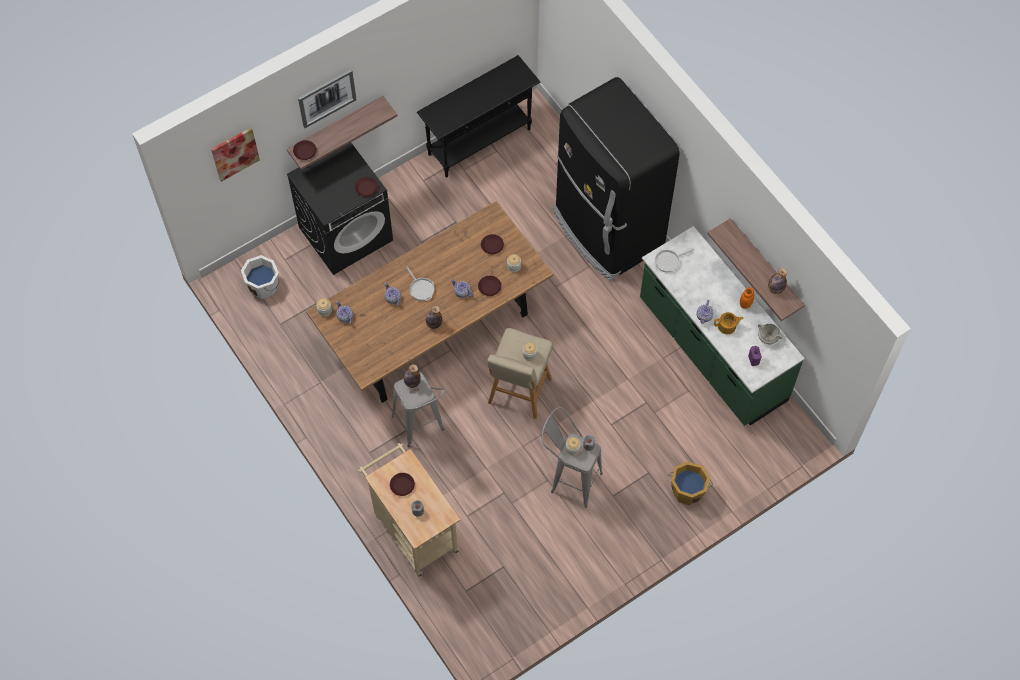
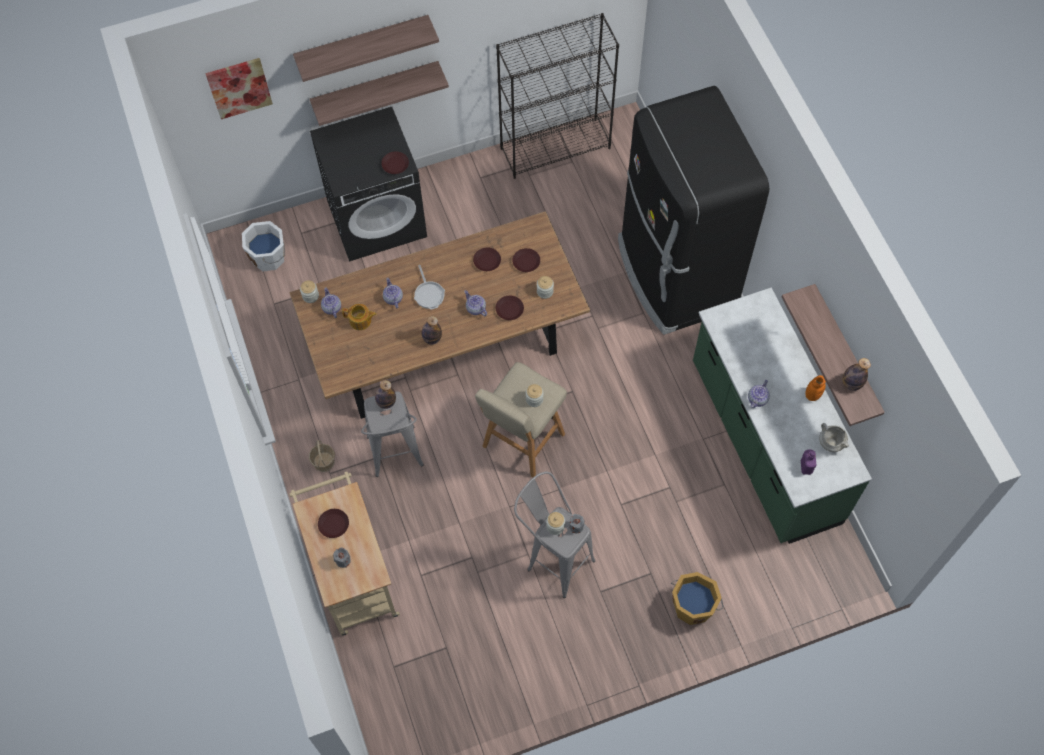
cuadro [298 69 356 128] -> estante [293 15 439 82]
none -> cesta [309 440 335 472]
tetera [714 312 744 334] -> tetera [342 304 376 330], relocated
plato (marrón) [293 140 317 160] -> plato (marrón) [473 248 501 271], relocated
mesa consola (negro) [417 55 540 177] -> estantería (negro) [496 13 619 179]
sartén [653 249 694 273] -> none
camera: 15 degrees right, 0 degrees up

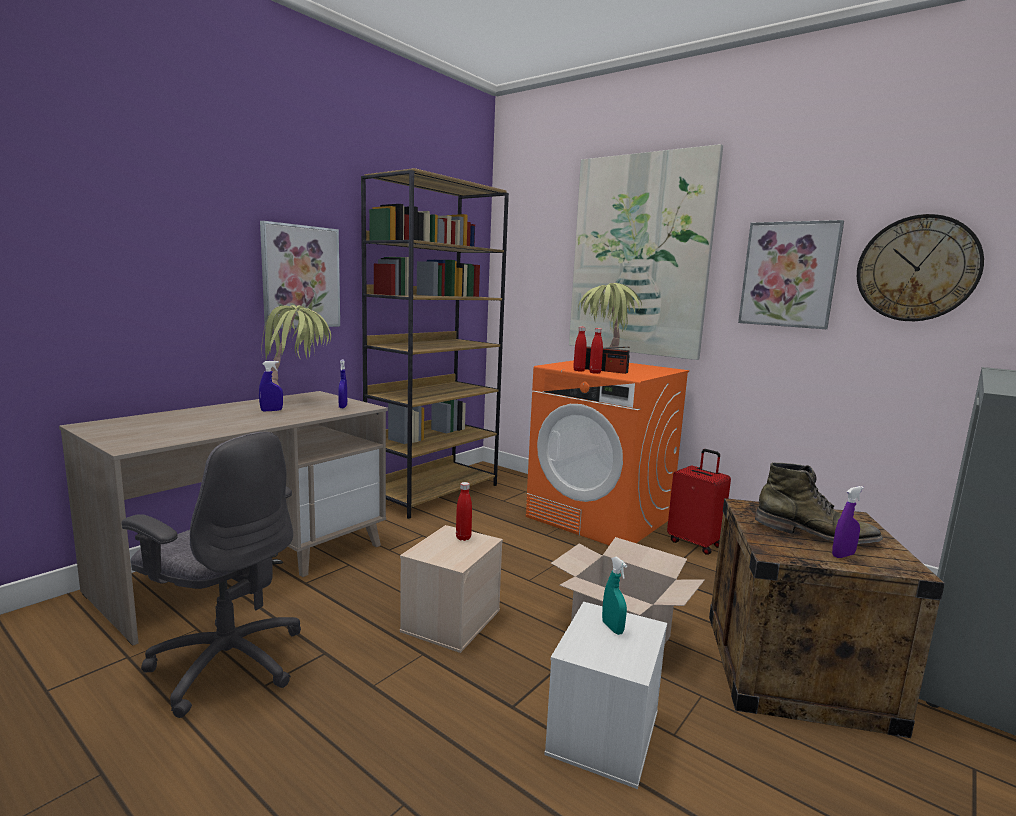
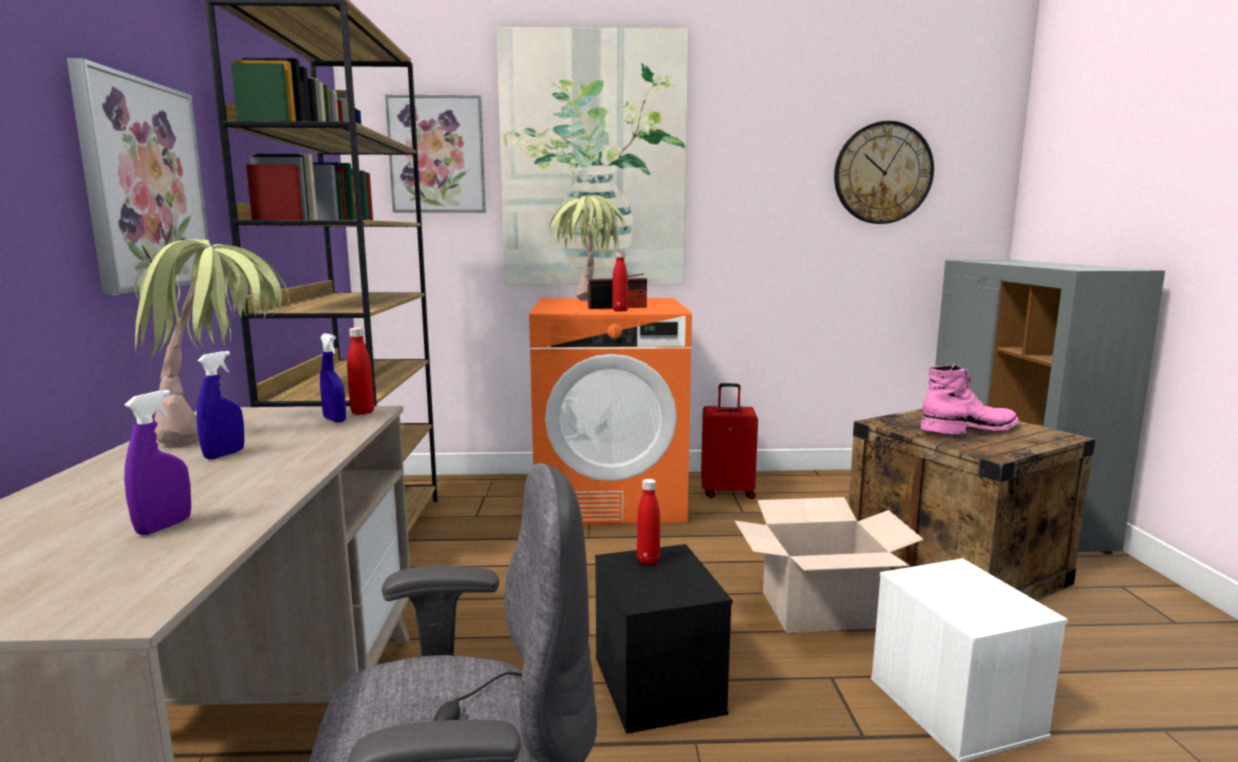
pulverizador (morado) [832 486 864 558] -> pulverizador (morado) [124 390 191 535], relocated
botella (rojo) [573 327 587 371] -> botella (rojo) [347 327 374 415], relocated
cuadro [738 220 844 329] -> cuadro [385 94 486 213], relocated
caja de almacenaje (beis) [400 525 503 653] -> caja de almacenaje (negro) [595 544 733 734]
bota (verde) [755 462 883 544] -> bota (rosa) [920 364 1019 434]
pulverizador (turquesa) [602 556 627 635] -> none
camera: 40 degrees left, 0 degrees up

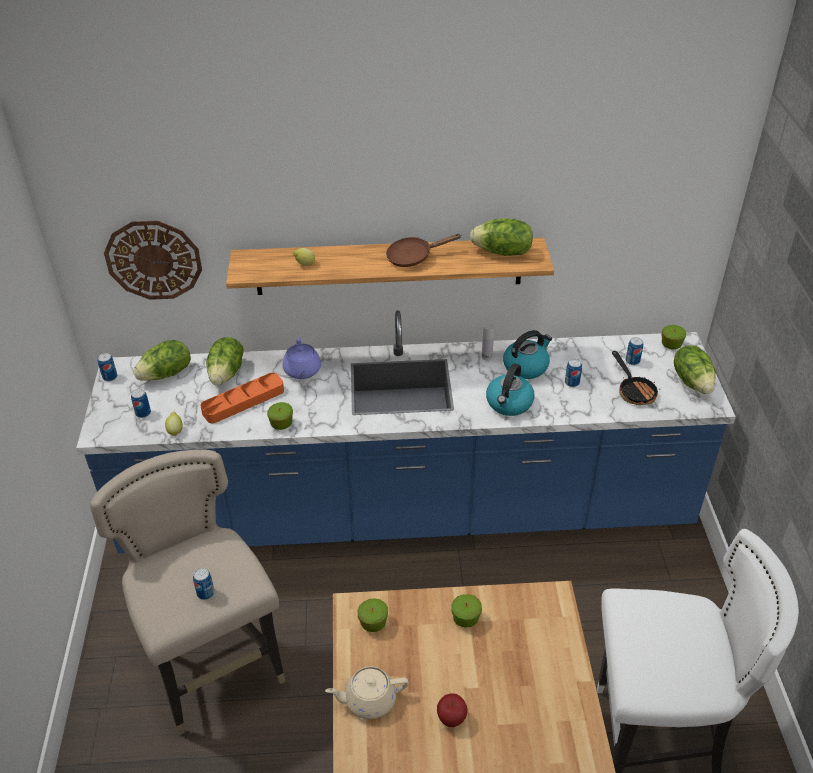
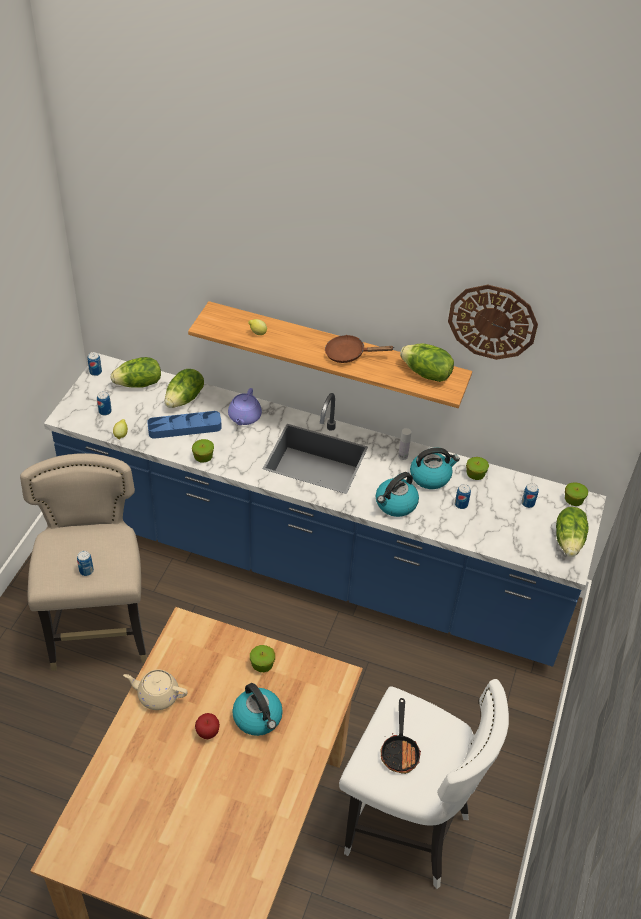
bandeja (naranja) [200 373 284 423] -> bandeja (azul) [147 411 222 439]
none -> hervidor [232 683 283 736]
sartén [612 351 658 405] -> sartén [381 698 421 774], relocated
reloj de pared [104 220 202 300] -> reloj de pared [448 285 538 360], relocated
manzana [357 598 388 632] -> manzana [466 457 489 480], relocated
camera: 20 degrees right, 5 degrees up

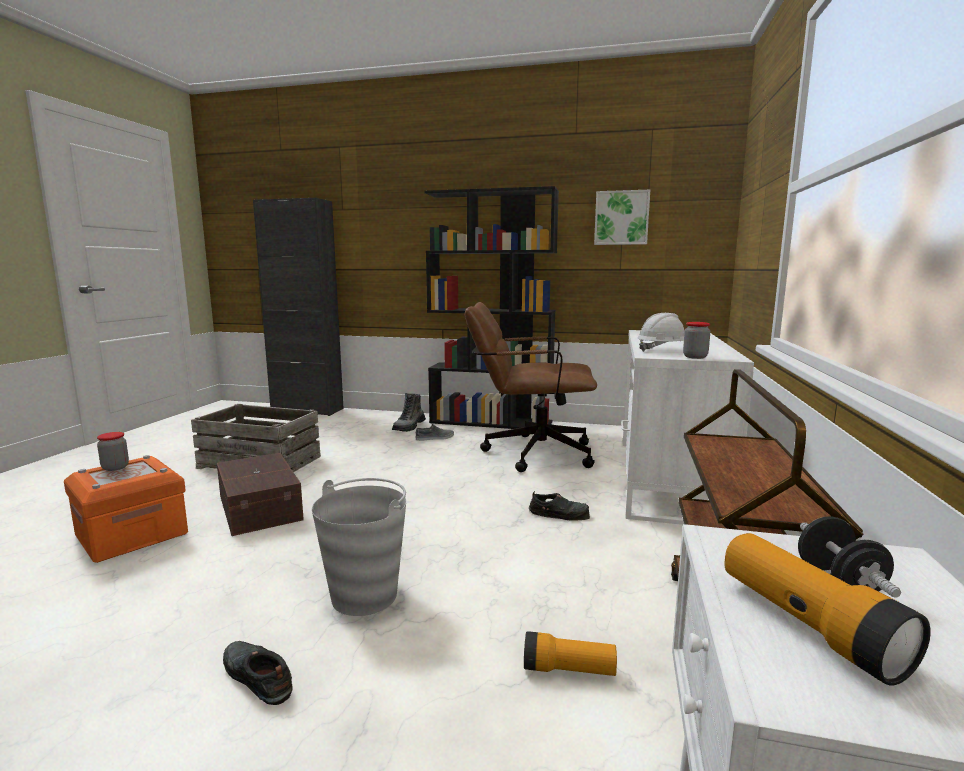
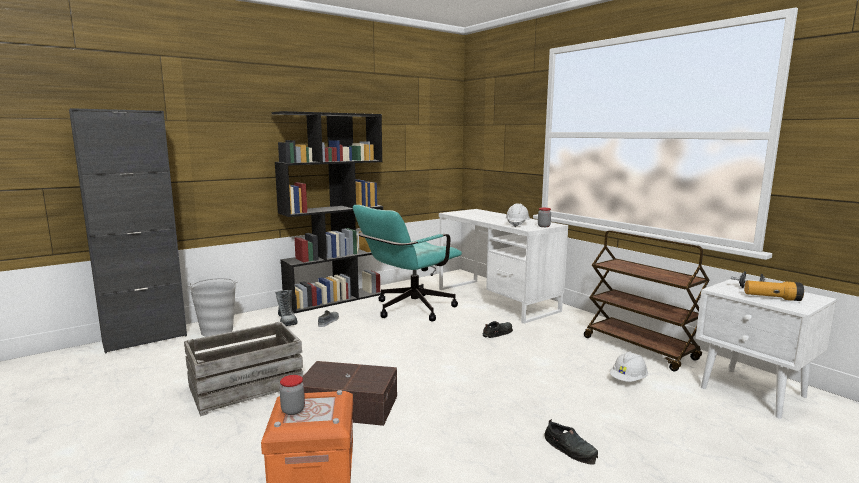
cubo (gris) [312 478 406 616] -> cubo (gris) [188 278 237 337], relocated
silla de oficina (marrón) [465 302 597 472] -> silla de oficina (turquesa) [353 205 462 322]
zapato (negro) [223 641 293 705] -> zapato (negro) [544 419 598 465], 120 degrees counterclockwise
linterna [524 631 617 676] -> casco (blanco) [609 352 648 382]
cuadro [594 190 650 245] -> none
camera: 50 degrees left, 0 degrees up

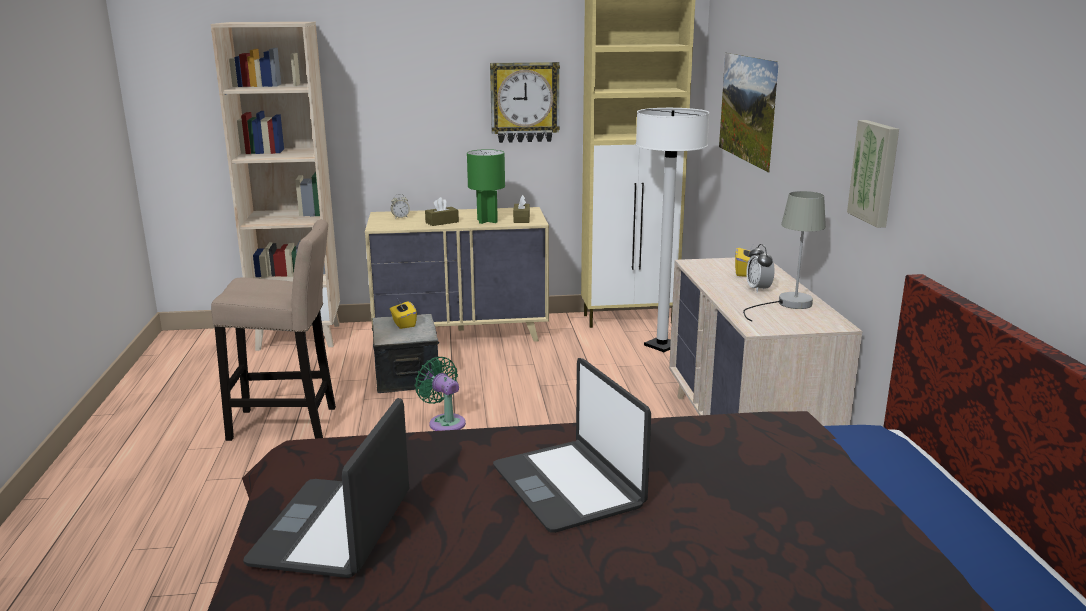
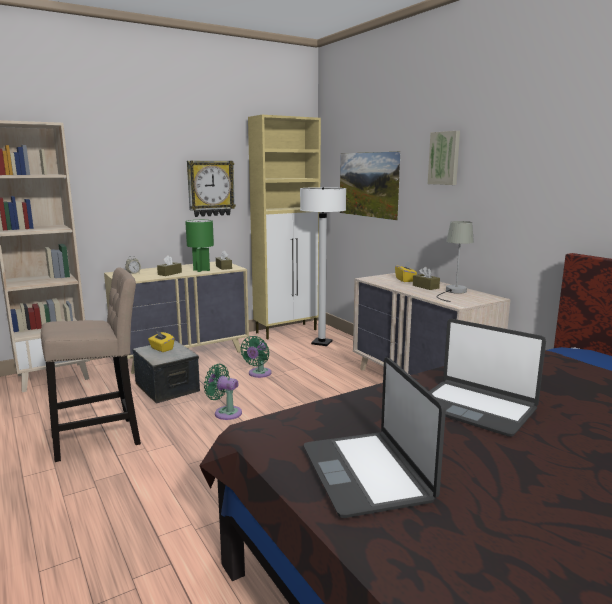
none -> ventilador (verde) [240 336 272 378]
despertador [746 244 775 293] -> caja de pañuelos (marrón) [413 267 440 290]
cuadro [847 120 899 228] -> cuadro [428 131 460 185], relocated
camera: 25 degrees left, 5 degrees down

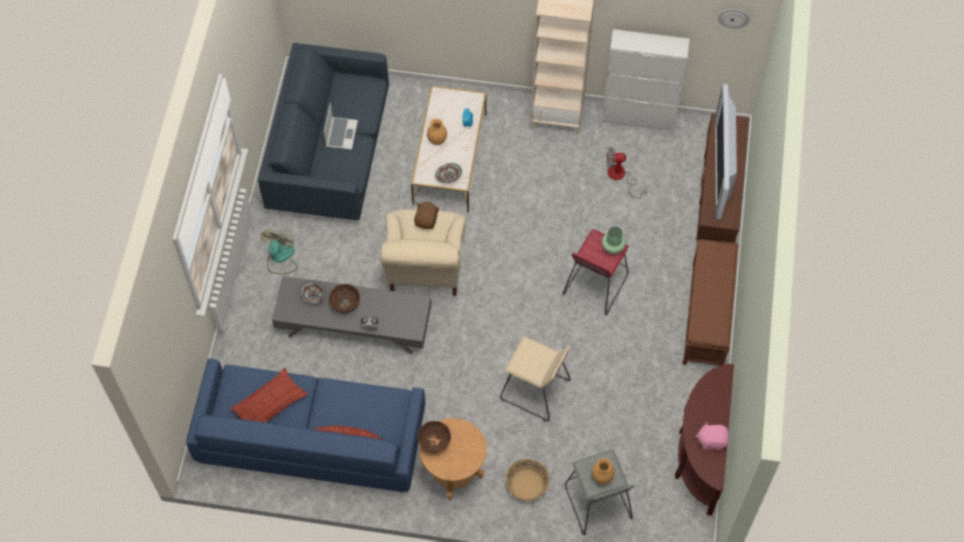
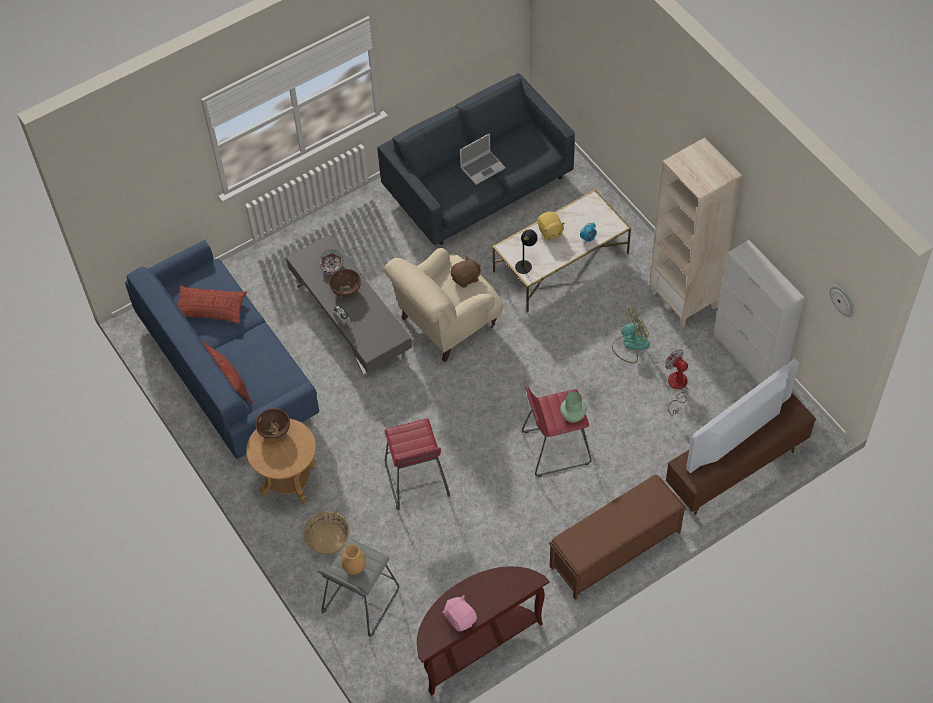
taburete (beis) [500 337 571 421] -> taburete (rojo) [385 418 450 510]
cuenco [435 163 462 183] -> lámpara de mesa (negro) [515 229 538 274]
florero (marrón) [427 119 447 145] -> peluche (amarillo) [537 212 565 240]
ventilador [261 230 298 274] -> ventilador [612 308 650 363], relocated
camera: 50 degrees right, 5 degrees down

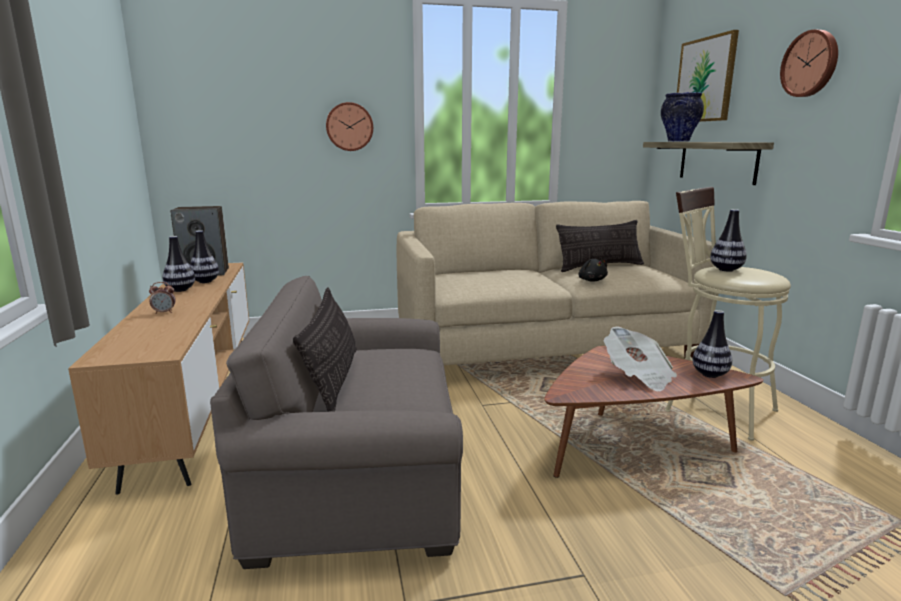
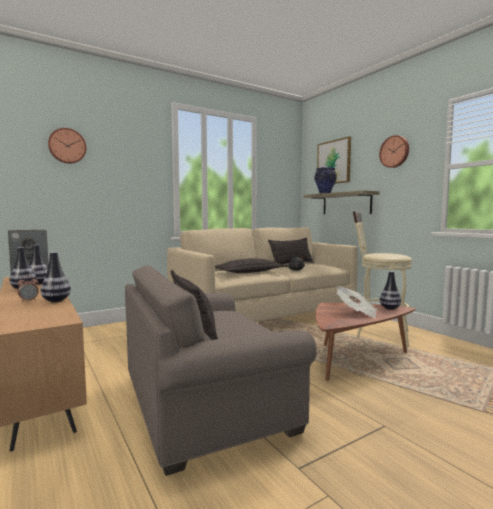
florero [710 209 747 272] -> florero [41 252 71 302], relocated
reloj de pared [326 102 373 151] -> reloj de pared [48 128 86 164], relocated
none -> cojín [215 258 286 273]
camera: 20 degrees left, 10 degrees down

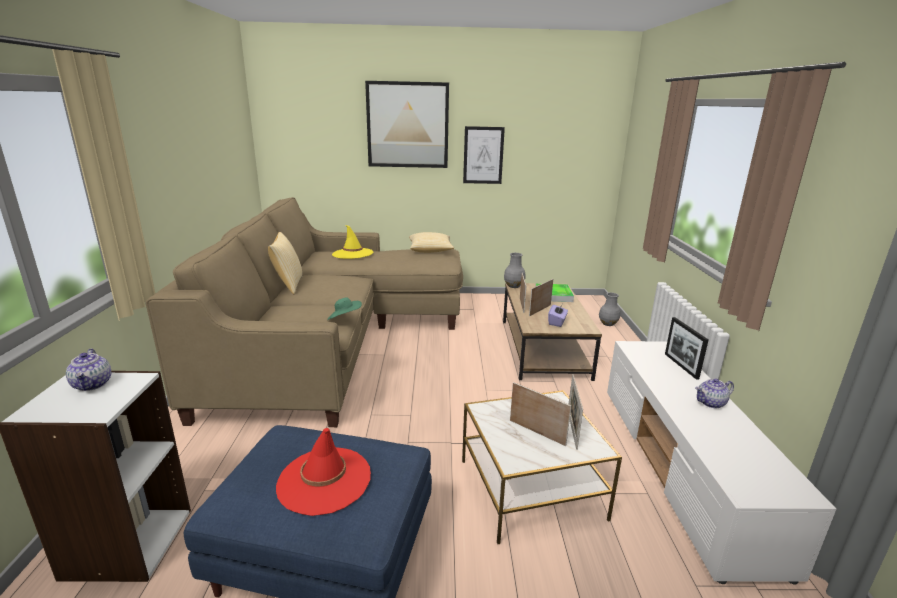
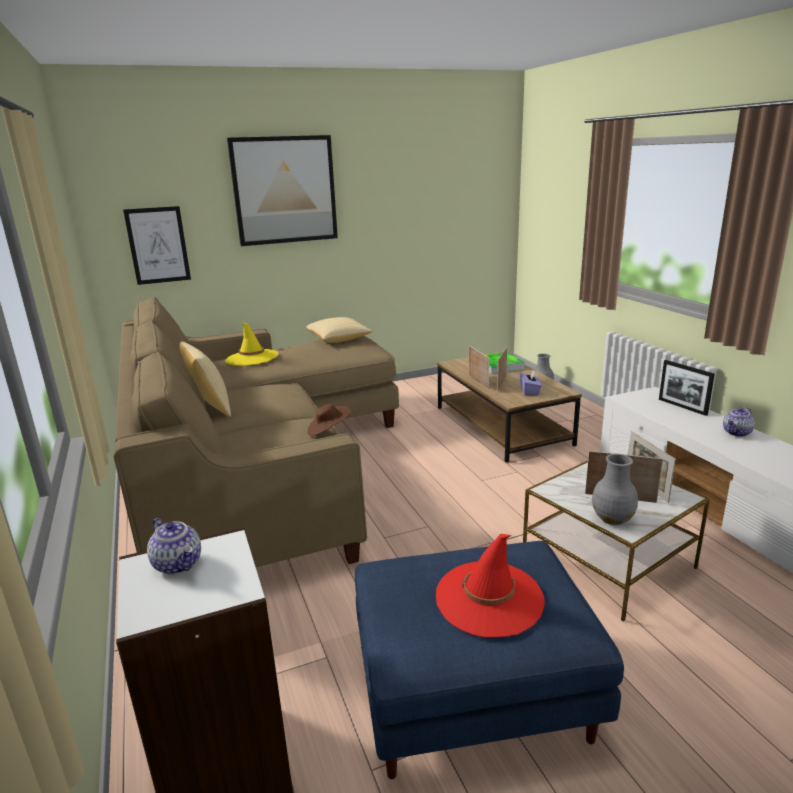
cuadro [463 126 505 184] -> cuadro [123 206 191 285], relocated
sombrero (verde) [327 297 362 320] -> sombrero (marrón) [308 404 351 436]
florero (gris) [504 253 525 288] -> florero (gris) [592 454 638 525], relocated
camera: 20 degrees left, 0 degrees up

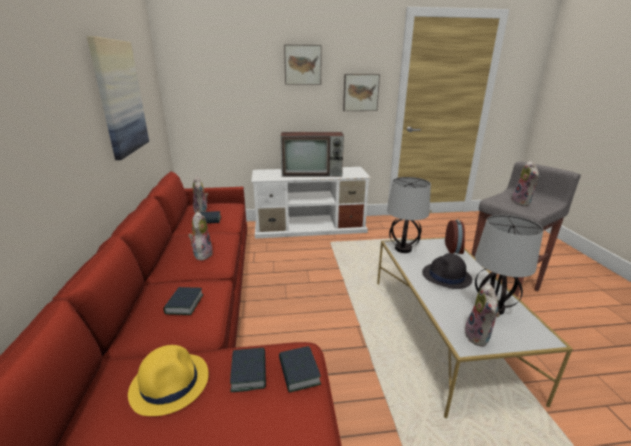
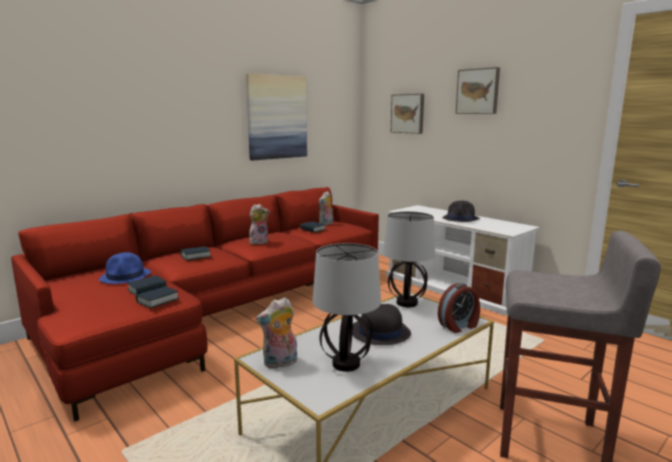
sombrero (amarillo) [128 345 209 416] -> sombrero (azul) [99 252 151 284]
cuadro [343 74 380 111] -> cuadro [391 94 424 134], relocated
televisor [280 132 344 177] -> sombrero (negro) [442 201 480 222]
peluche [512 161 539 206] -> none
camera: 55 degrees right, 10 degrees down

